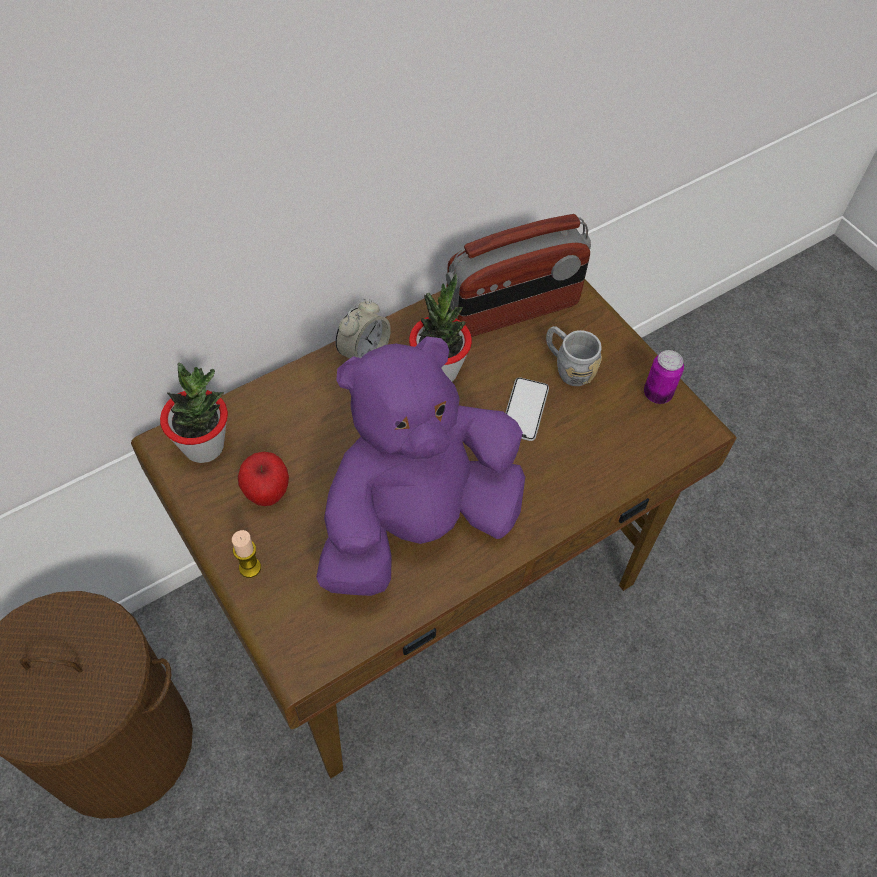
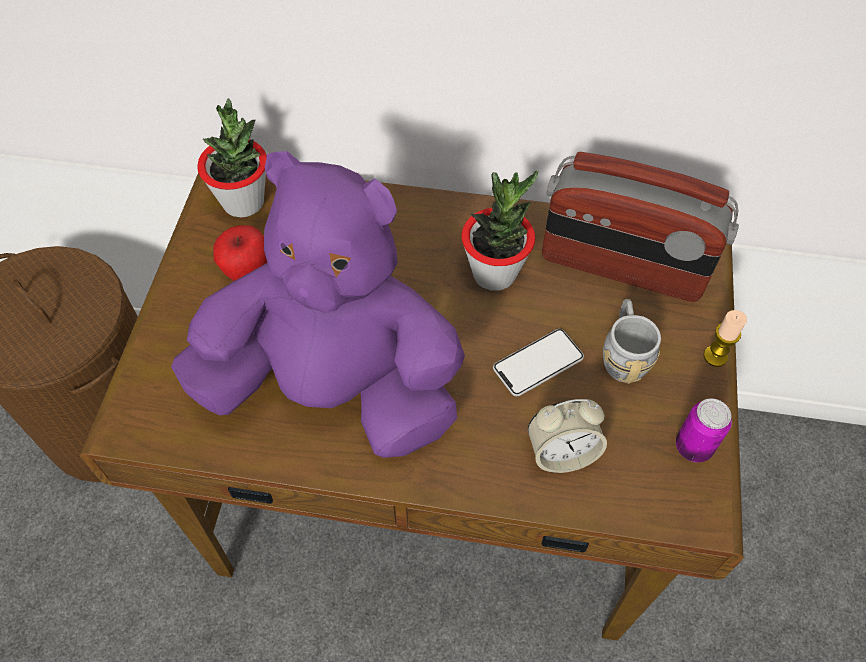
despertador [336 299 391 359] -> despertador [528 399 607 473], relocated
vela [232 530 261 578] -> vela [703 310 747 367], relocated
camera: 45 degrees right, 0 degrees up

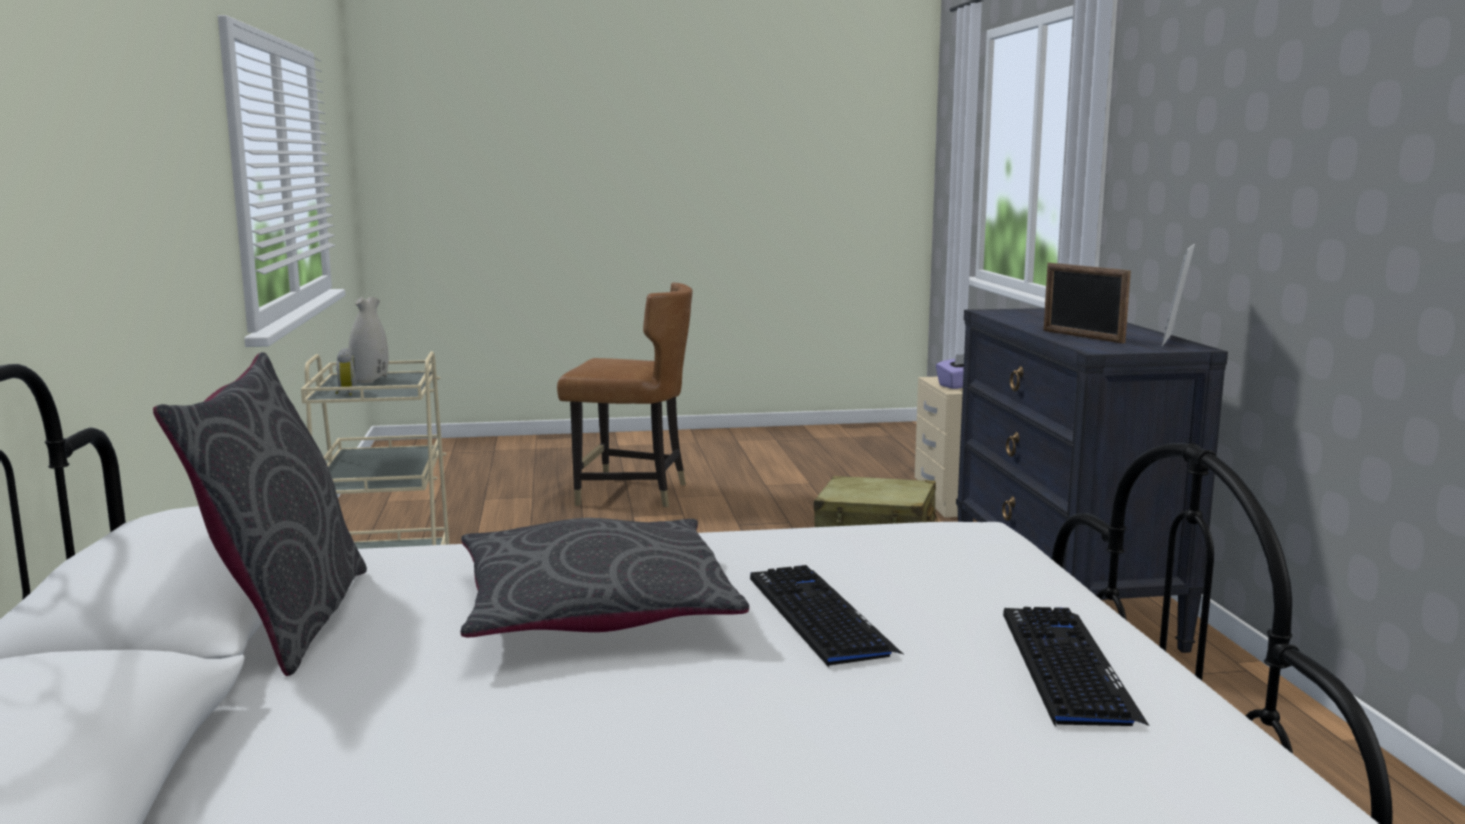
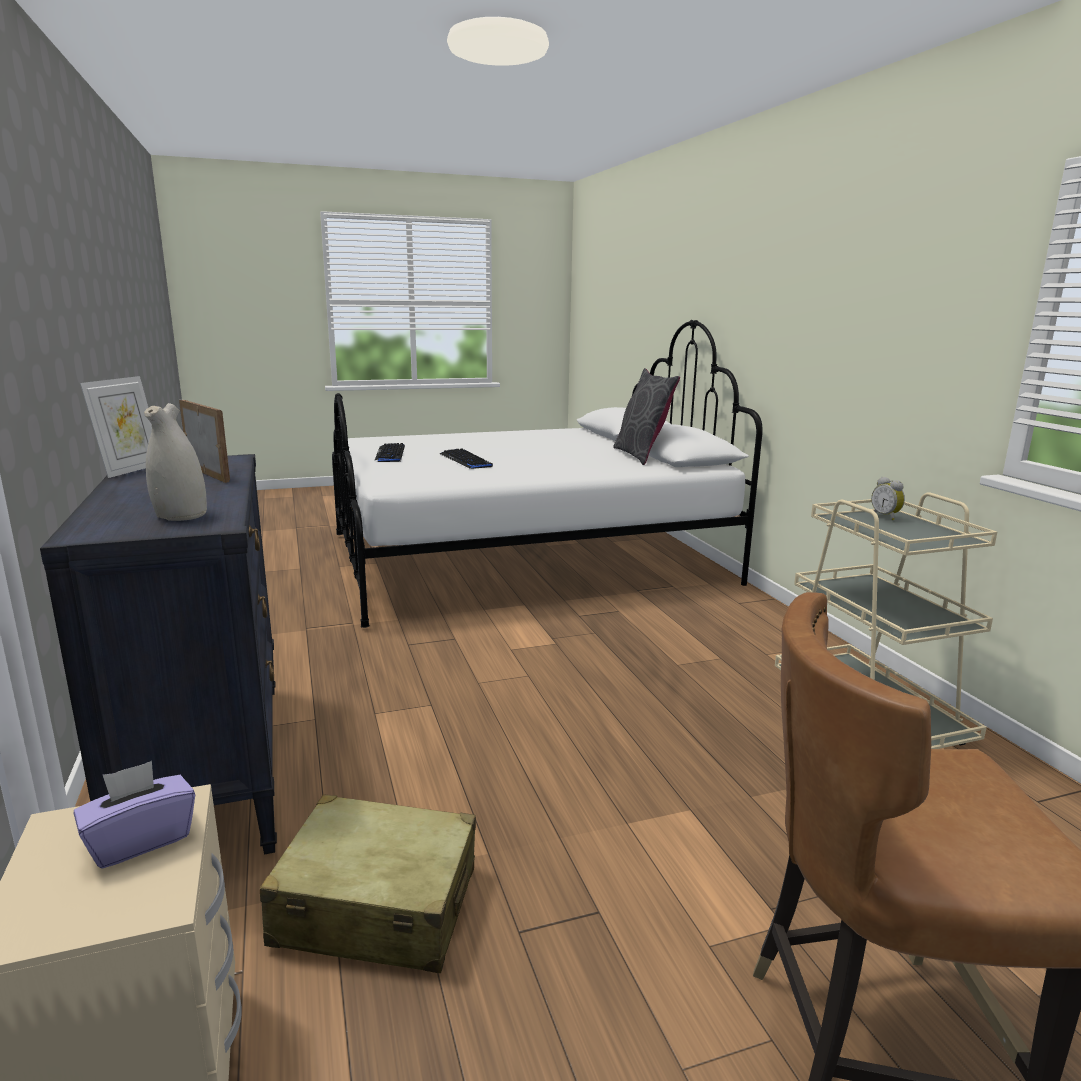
florero (blanco) [348 297 389 383] -> florero (blanco) [144 403 207 521], relocated
cojín (gris) [461 518 749 638] -> none
camera: 170 degrees right, 5 degrees up

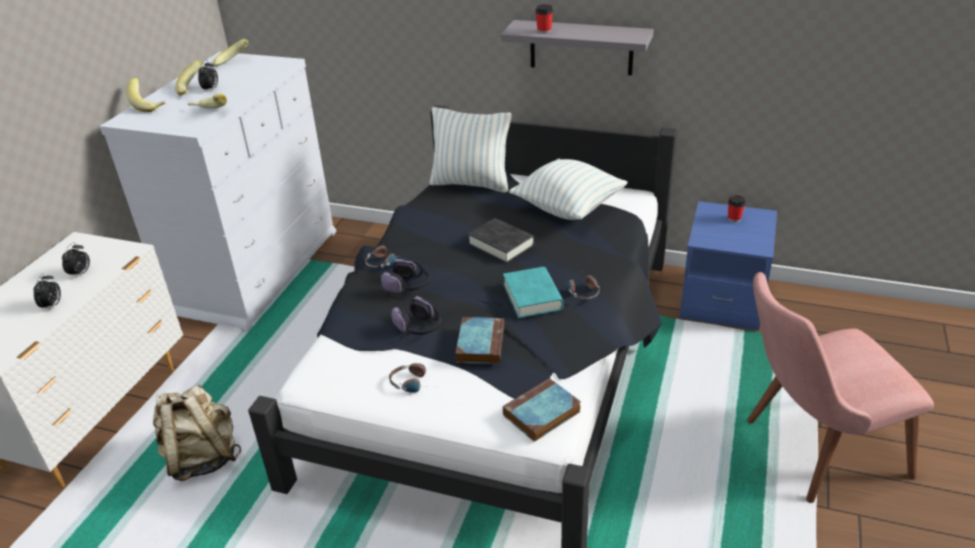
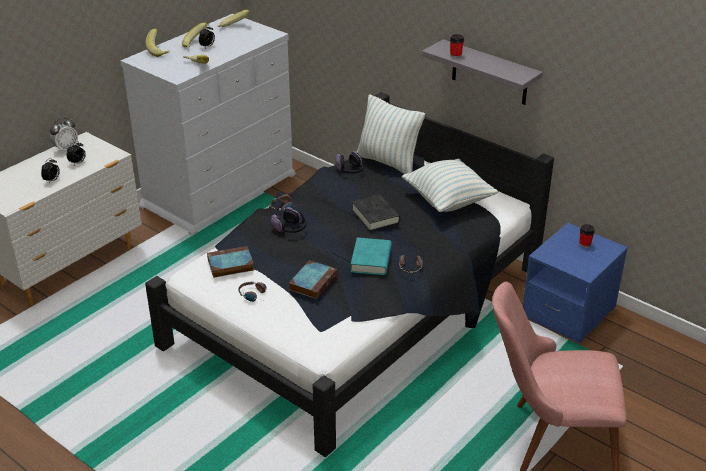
none -> despertador [50 117 78 153]
libro [503 378 581 442] -> libro [207 246 254 278], relocated
auriculares [391 296 441 336] -> auriculares [335 151 365 174], relocated
mochila (beis) [153 384 242 481] -> none
camera: 20 degrees right, 0 degrees up

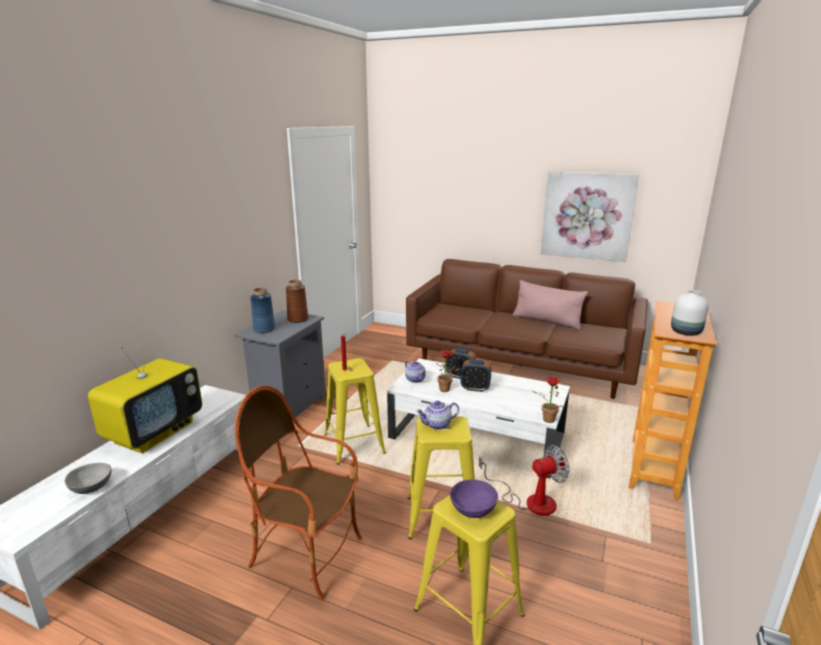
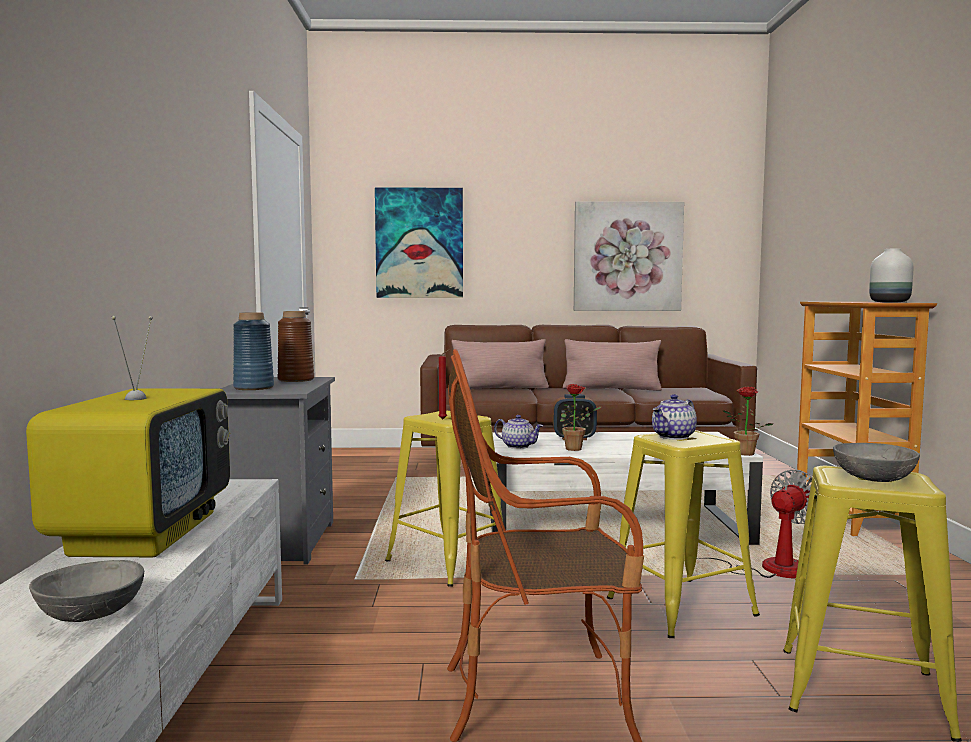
none -> cuadro [375 187 463 298]
none -> cojín (rosa) [451 339 549 389]
cuenco (morado) [450 479 498 518] -> cuenco (gris) [833 443 920 482]
despertador [461 359 492 392] -> none
camera: 25 degrees left, 15 degrees down

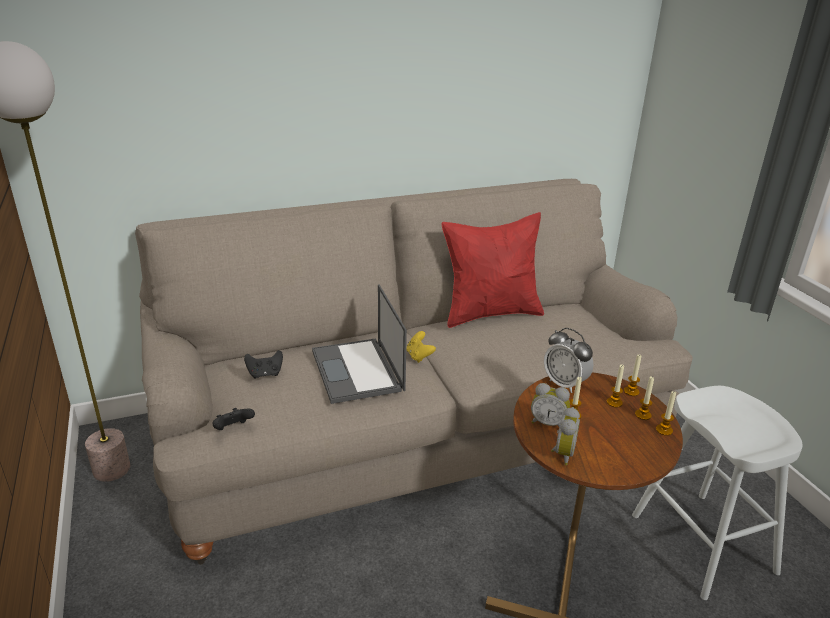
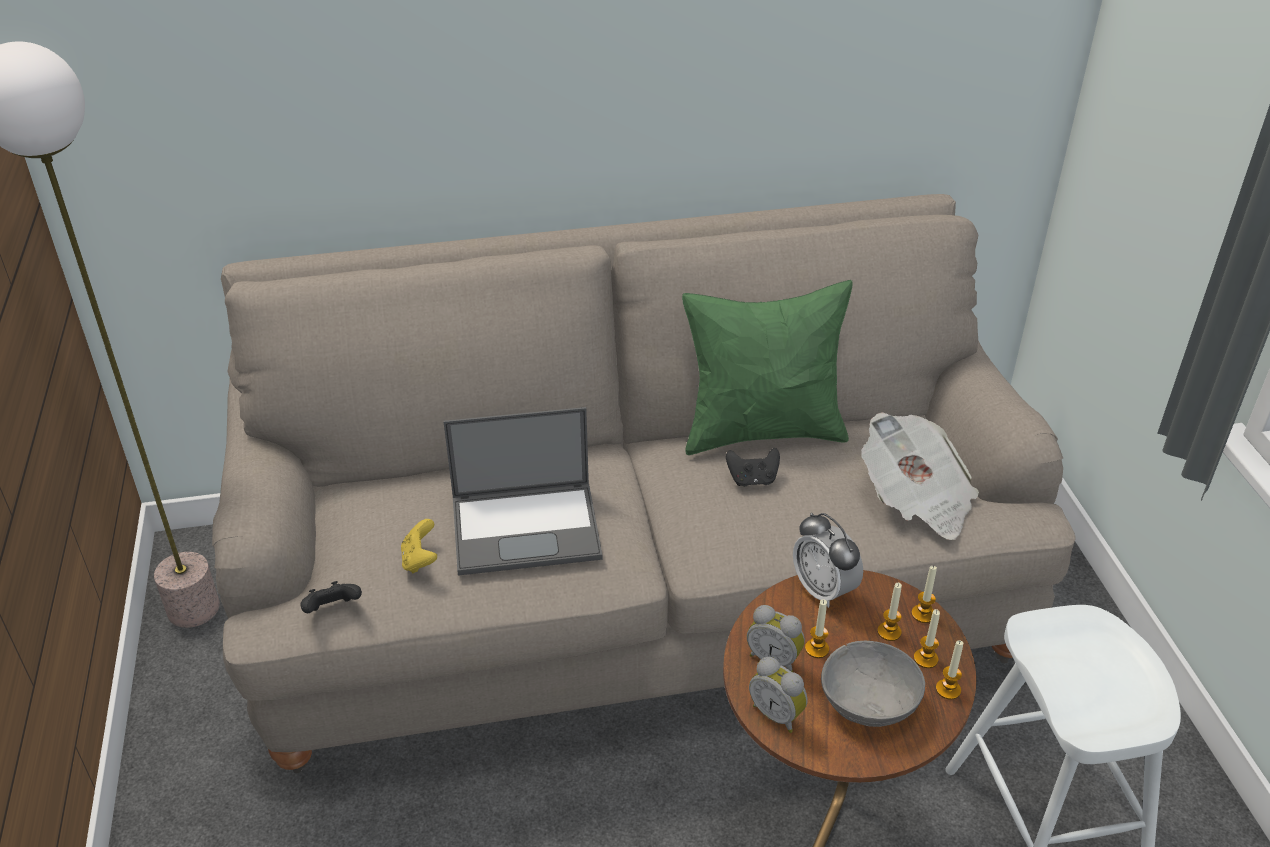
mando de consola (amarillo) [406 331 436 363] -> mando de consola (amarillo) [401 519 437 573], relocated
portátil [312 284 407 404] -> portátil [443 407 602 576], 90 degrees counterclockwise
cojín (rojo) [442 212 544 328] -> cojín (verde) [682 280 852 455]
mando de consola (negro) [244 350 283 379] -> mando de consola (negro) [726 448 780 486], relocated
despertador [551 407 580 465] -> despertador [749 657 808 733], 105 degrees clockwise
none -> cuenco (gris) [821 641 925 727]
none -> periódico [861 412 979 540]
camera: 10 degrees right, 10 degrees up

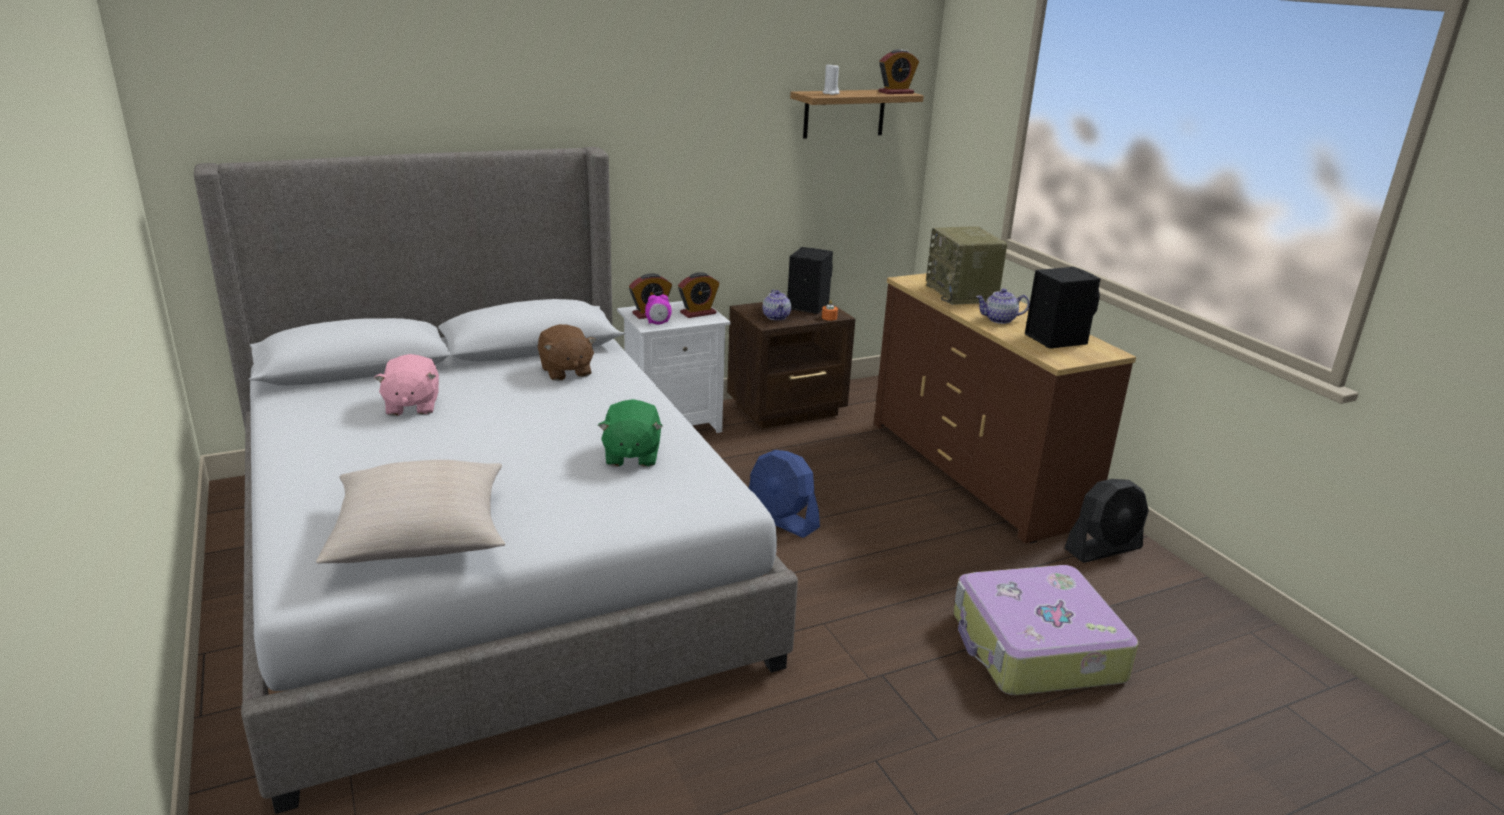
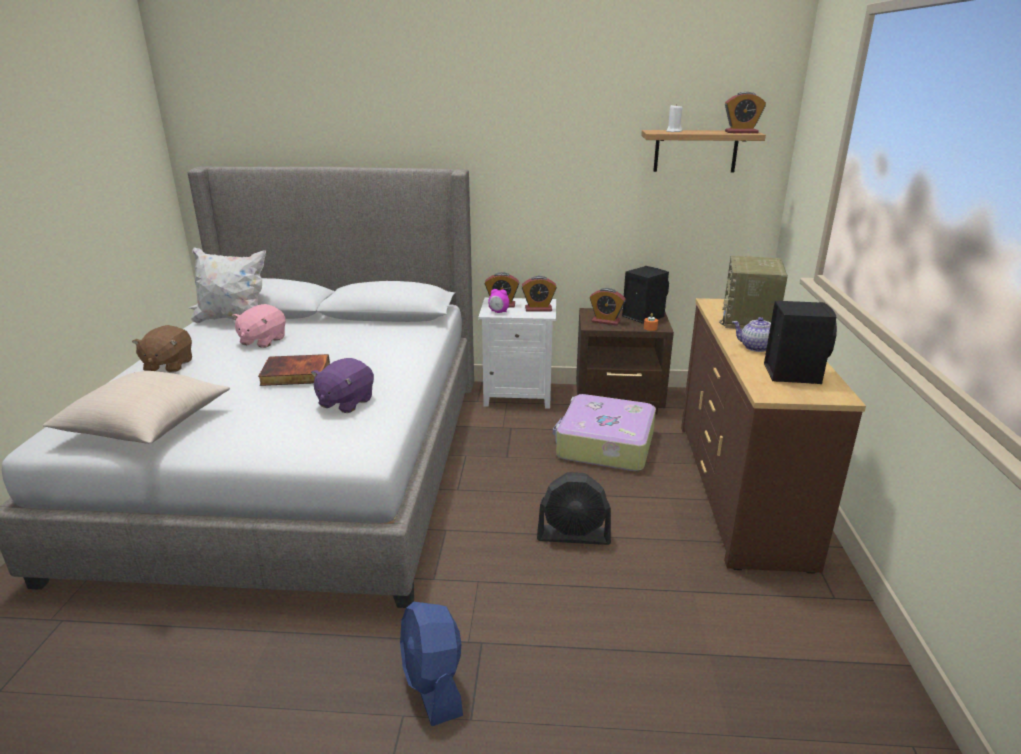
peluche (marrón) [538 324 596 381] -> peluche (marrón) [132 325 192 373], relocated
none -> cojín (blanco) [191 247 266 324]
none -> libro [258 354 330 386]
peluche (verde) [598 399 663 467] -> peluche (morado) [311 358 374 413]
ventilador (azul) [749 450 820 538] -> ventilador (azul) [400 602 463 726], relocated
ventilador (negro) [1065 479 1149 563] -> ventilador (negro) [537 472 611 545], relocated
maleta [953 565 1138 695] -> maleta [553 394 656 471], relocated
tetera [763 290 791 320] -> despertador [590 288 626 325]
camera: 30 degrees right, 0 degrees up

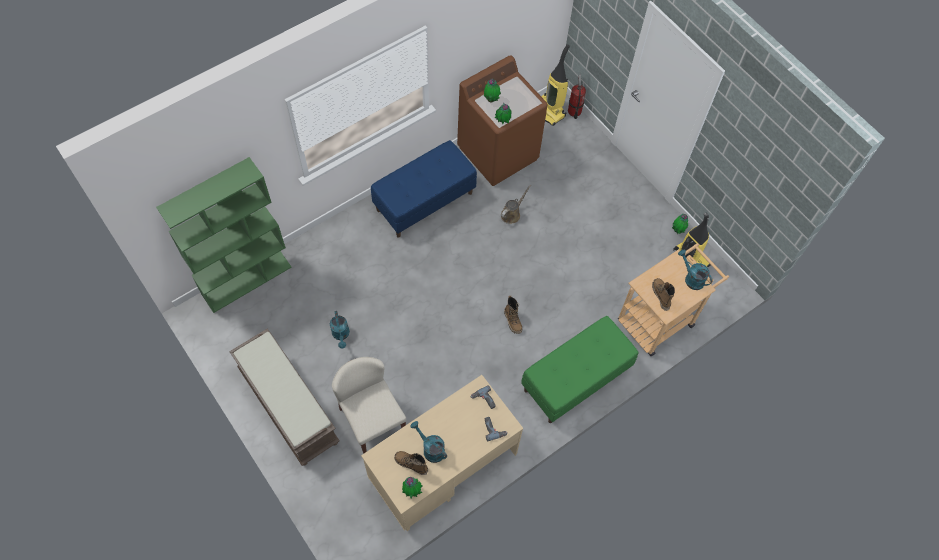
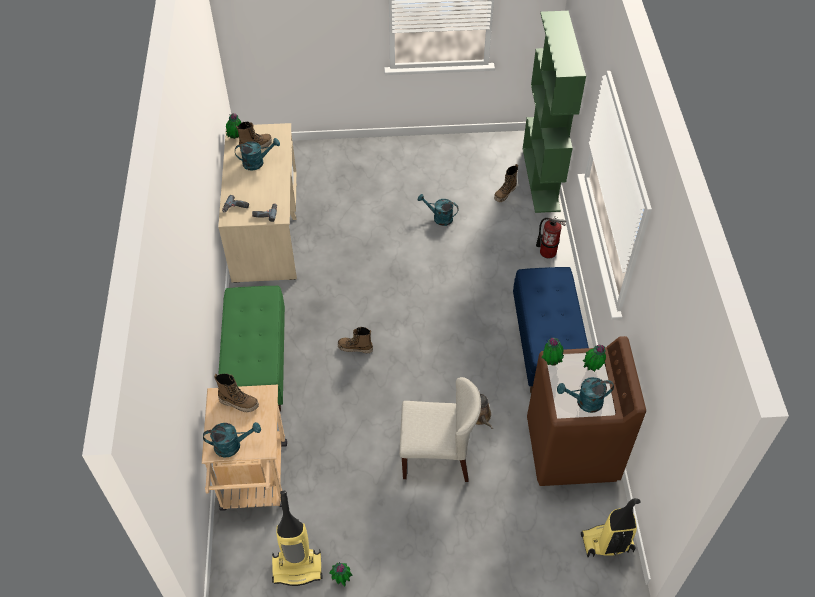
silla (beis) [332 357 406 453] -> silla (beis) [399 377 481 482], relocated
none -> bota [494 164 518 202]
extintor [568 75 586 119] -> extintor [536 216 566 259], relocated
none -> regadera (turquesa) [557 377 614 413]
banco (marrón) [229 328 339 466] -> none
camera: 125 degrees right, 10 degrees down

